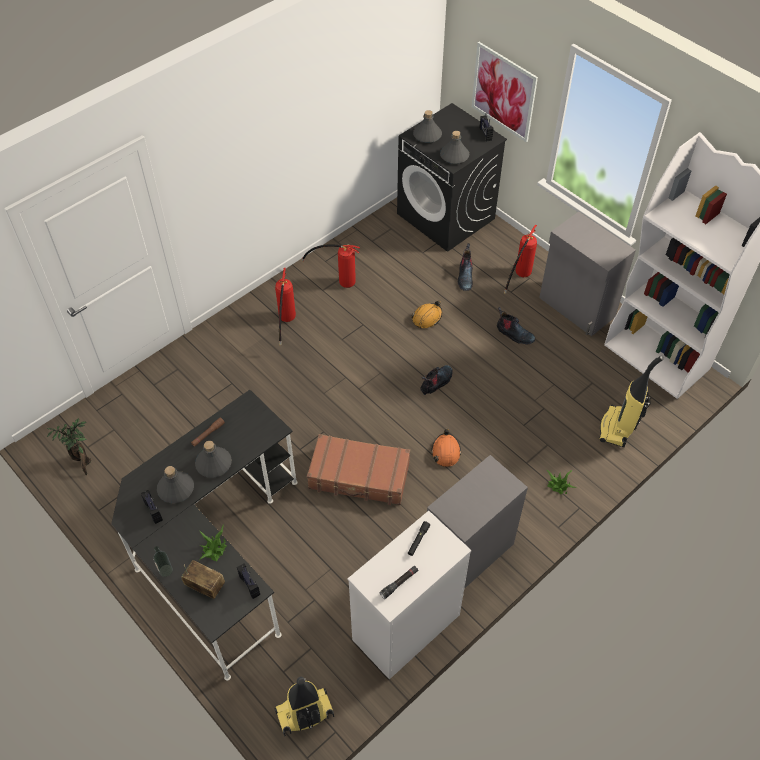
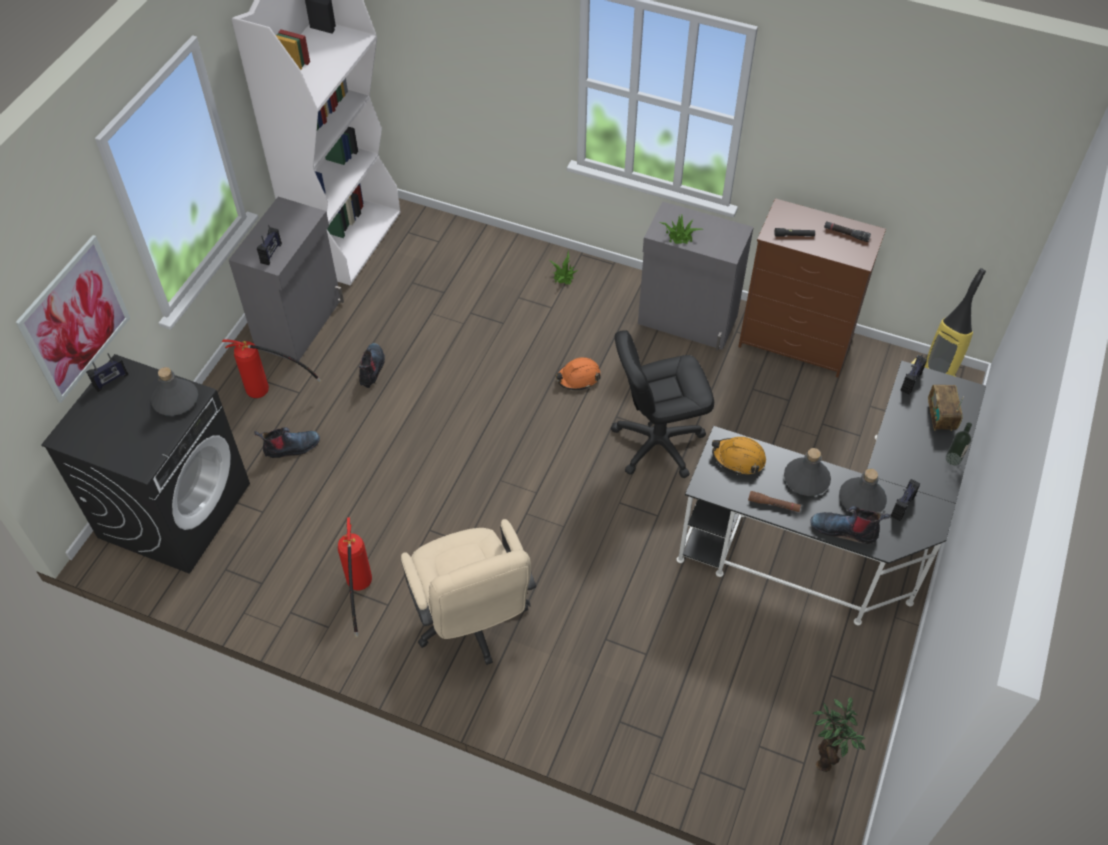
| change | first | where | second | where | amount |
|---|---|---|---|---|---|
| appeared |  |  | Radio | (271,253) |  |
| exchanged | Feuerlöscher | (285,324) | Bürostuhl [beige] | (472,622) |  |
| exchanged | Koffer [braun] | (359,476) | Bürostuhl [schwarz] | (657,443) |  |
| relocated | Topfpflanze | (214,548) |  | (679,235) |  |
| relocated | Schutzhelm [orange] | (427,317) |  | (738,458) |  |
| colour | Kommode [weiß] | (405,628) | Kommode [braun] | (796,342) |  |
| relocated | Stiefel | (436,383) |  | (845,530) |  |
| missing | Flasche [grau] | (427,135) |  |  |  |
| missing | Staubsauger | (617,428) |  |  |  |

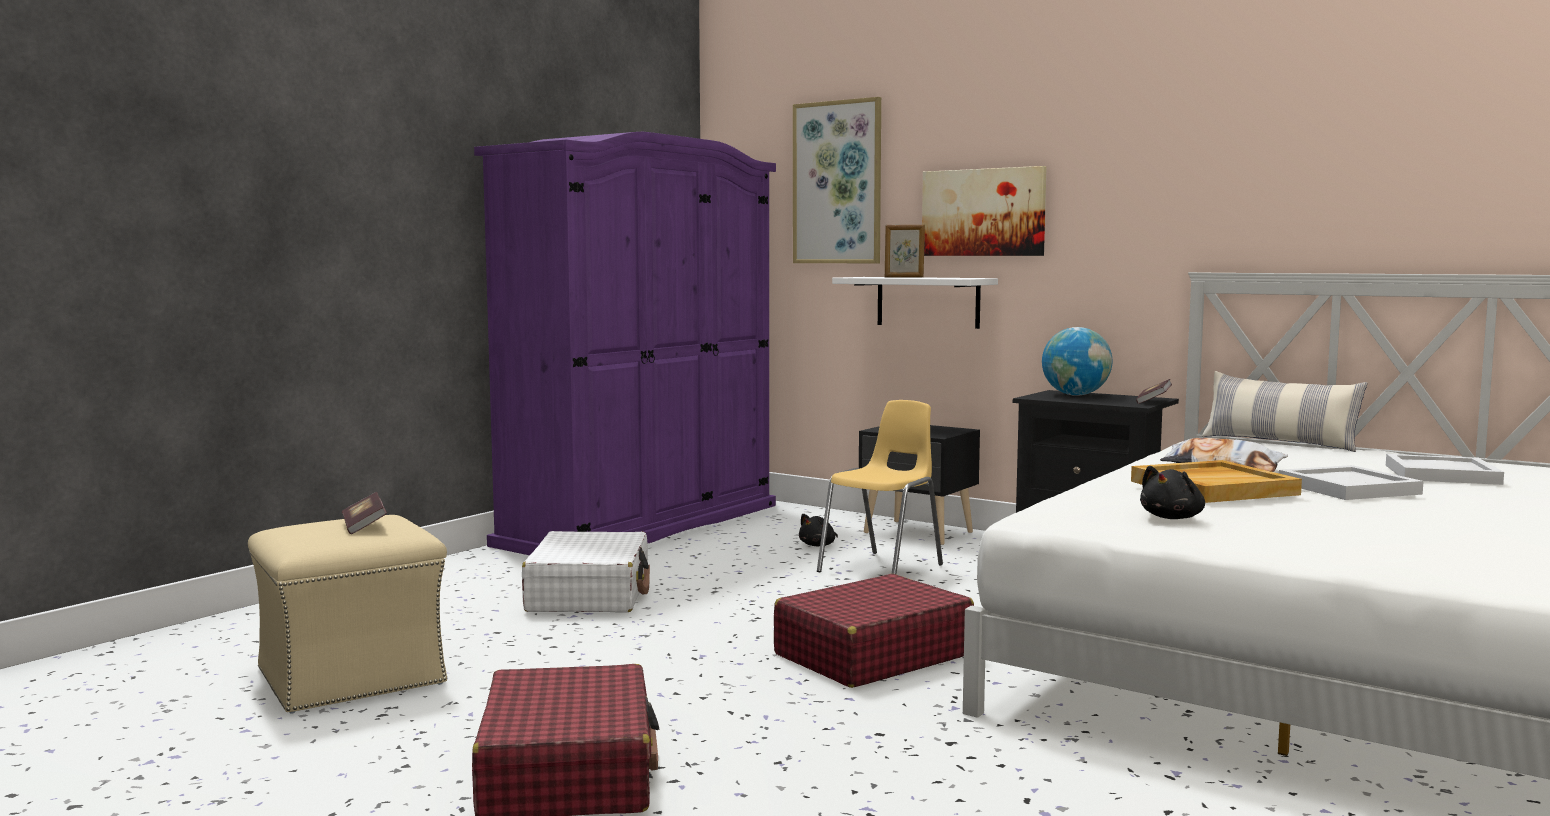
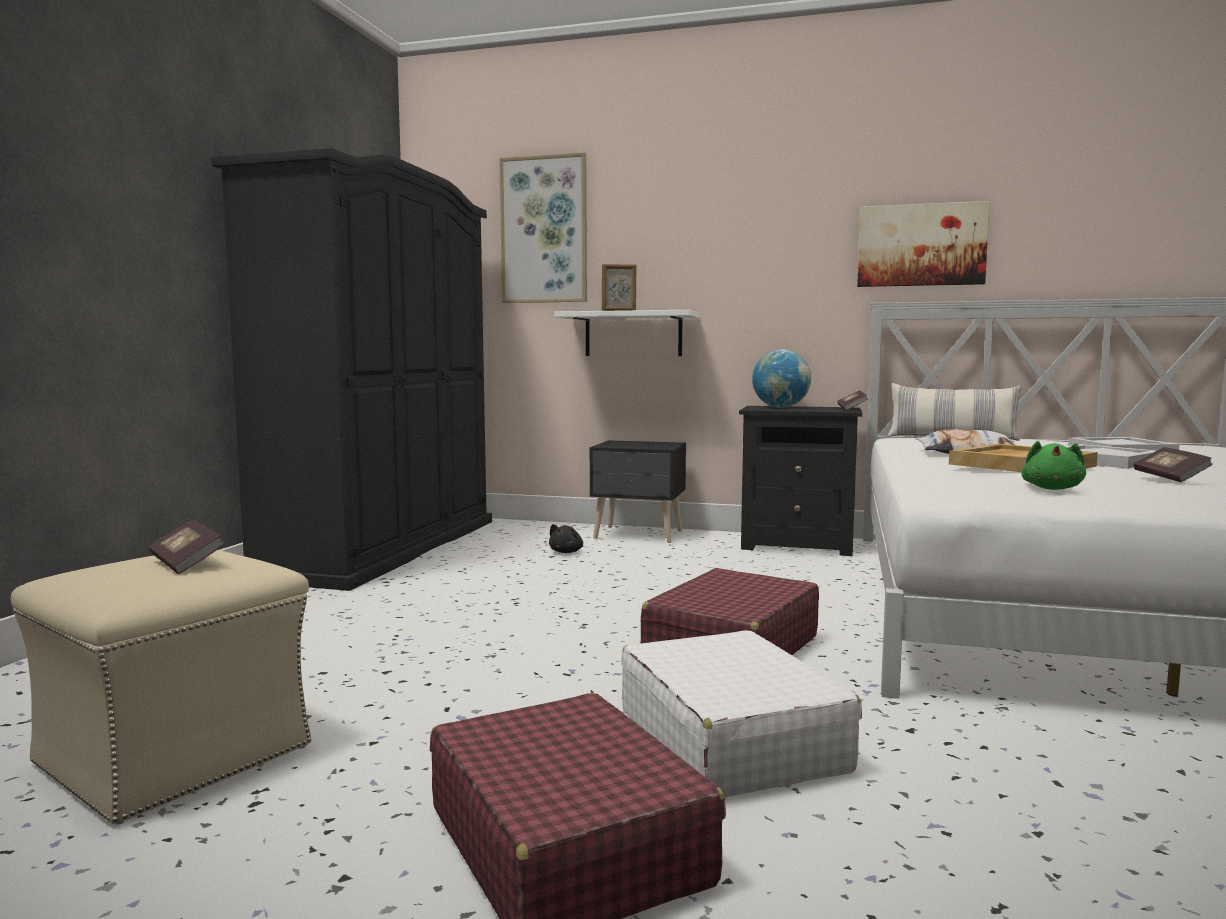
| change | first | where | second | where | amount |
|---|---|---|---|---|---|
| colour | Kleiderschrank [lila] | (641,524) | Kleiderschrank [schwarz] | (382,547) |  |
| relocated | Koffer [weiß] | (589,594) |  | (730,740) |  |
| relocated | Bild | (983,212) |  | (921,245) |  |
| colour | Plüschtier [schwarz] | (1173,518) | Plüschtier [grün] | (1052,489) |  |
| appeared |  |  | Buch | (1170,477) |  |
| missing | Stuhl [gelb] | (883,568) |  |  |  |

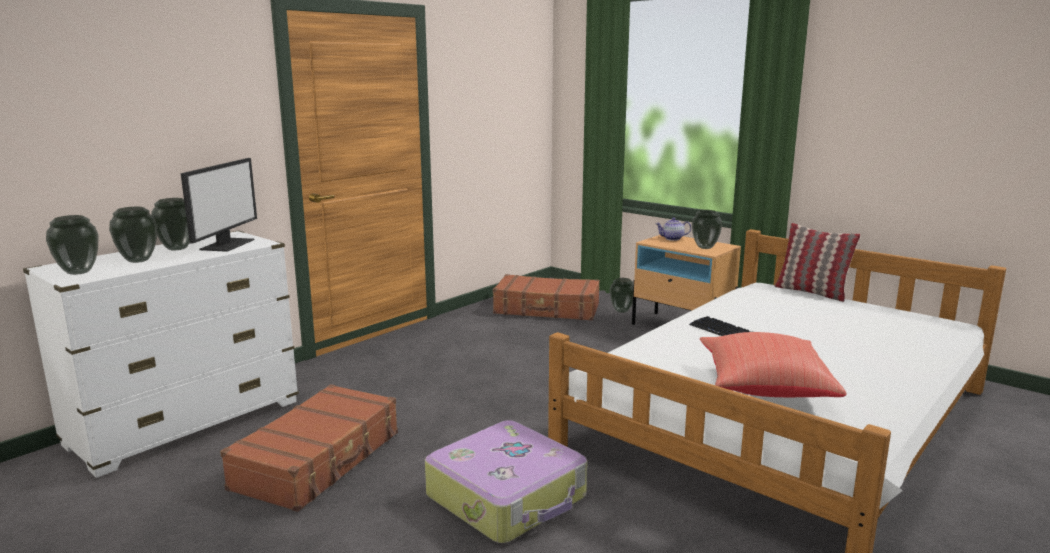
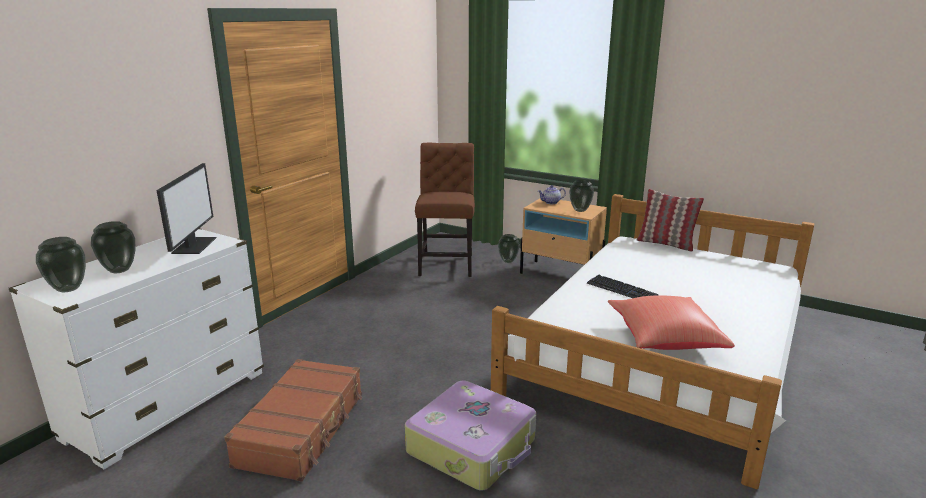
| change | first | where | second | where | amount |
|---|---|---|---|---|---|
| exchanged | Koffer [braun] | (547,309) | Stuhl [braun] | (447,264) |  |
| missing | Vase | (176,248) |  |  |  |

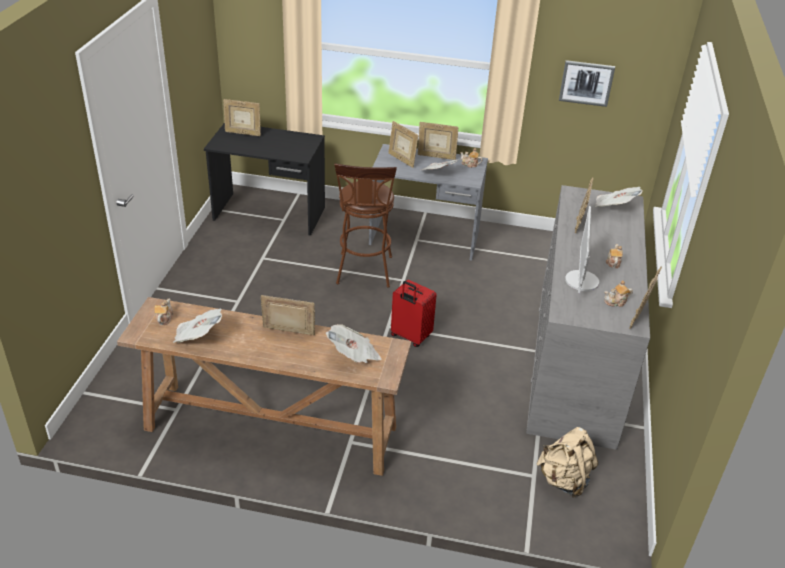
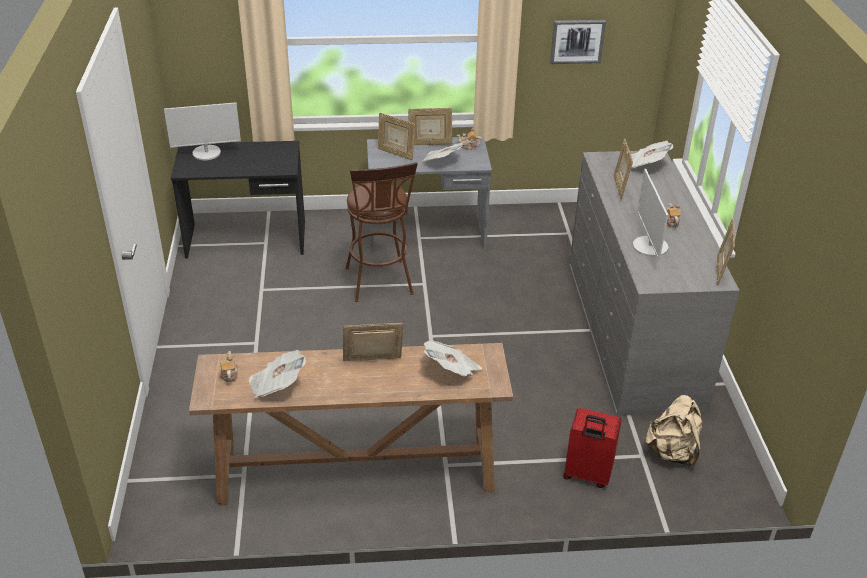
| change | first | where | second | where | amount |
|---|---|---|---|---|---|
| exchanged | Bilderrahmen | (243,133) | Monitor | (206,153) |  |
| relocated | Koffer [rot] | (410,337) |  | (587,475) |  |
| missing | Teekanne | (616,302) |  |  |  |

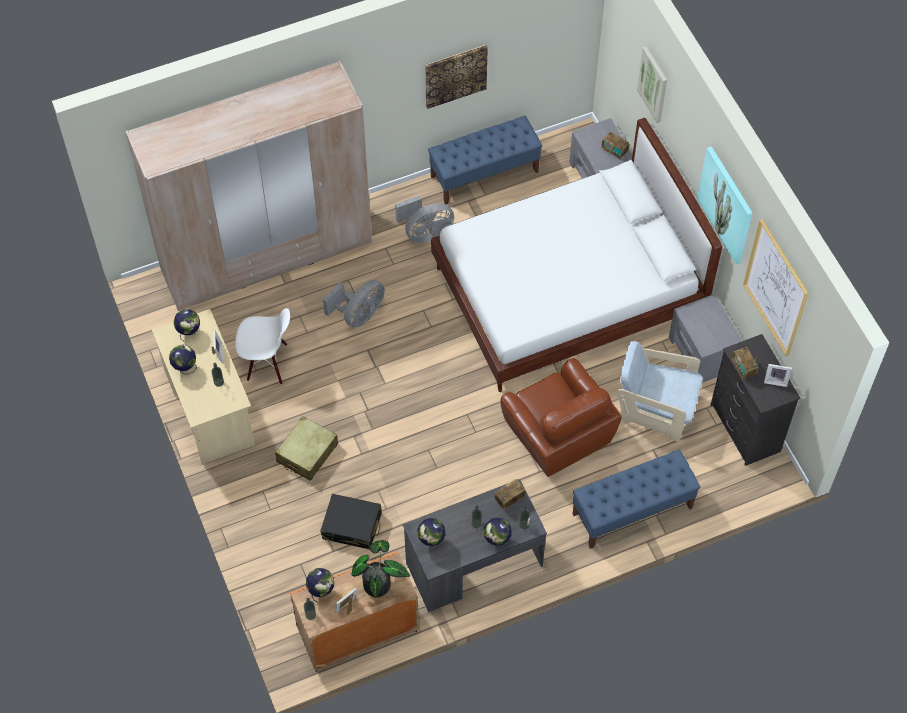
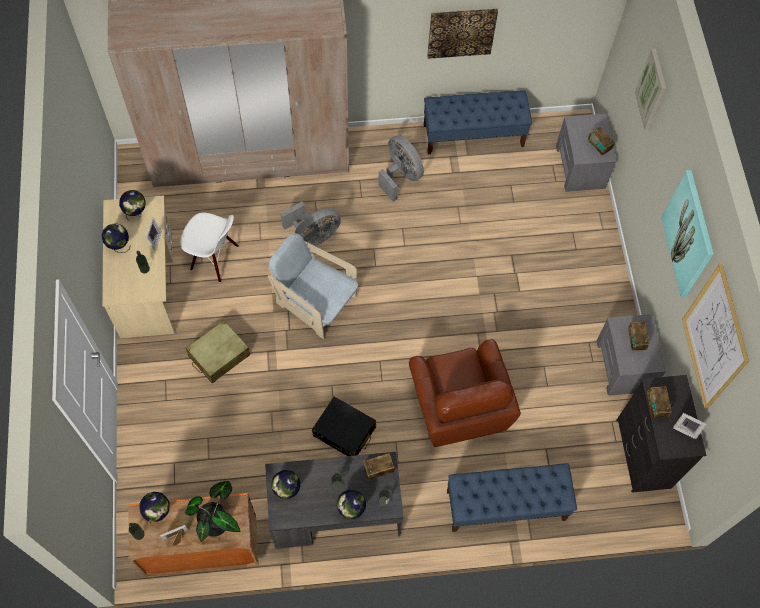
| change | first | where | second | where | amount |
|---|---|---|---|---|---|
| relocated | Sessel [beige] | (655,409) |  | (315,302) |  |
| relocated | Koffer [schwarz] | (352,526) |  | (344,431) |  |
| spun | Ventilator [grau] | (425,233) |  | (400,176) | 120 degrees counterclockwise |
| appeared |  |  | Radio | (636,340) |  |
| missing | Bett [weiß] | (568,292) |  |  |  |

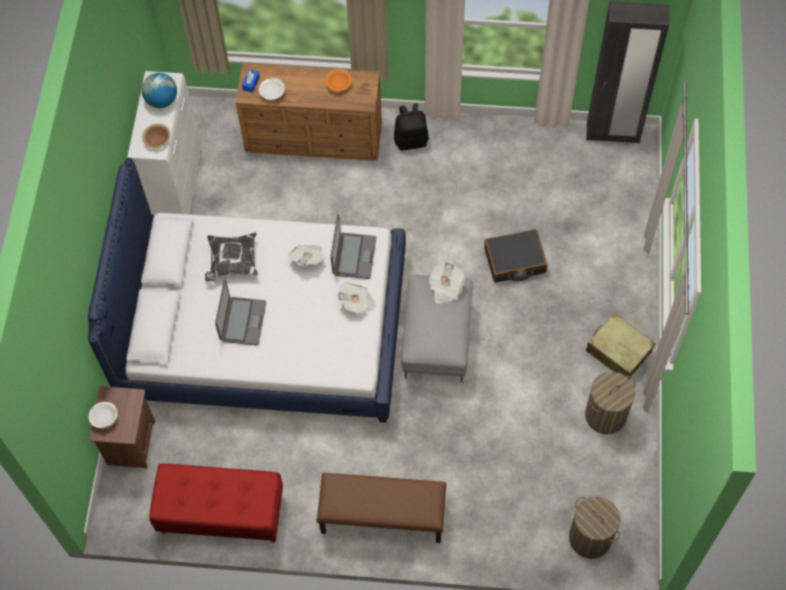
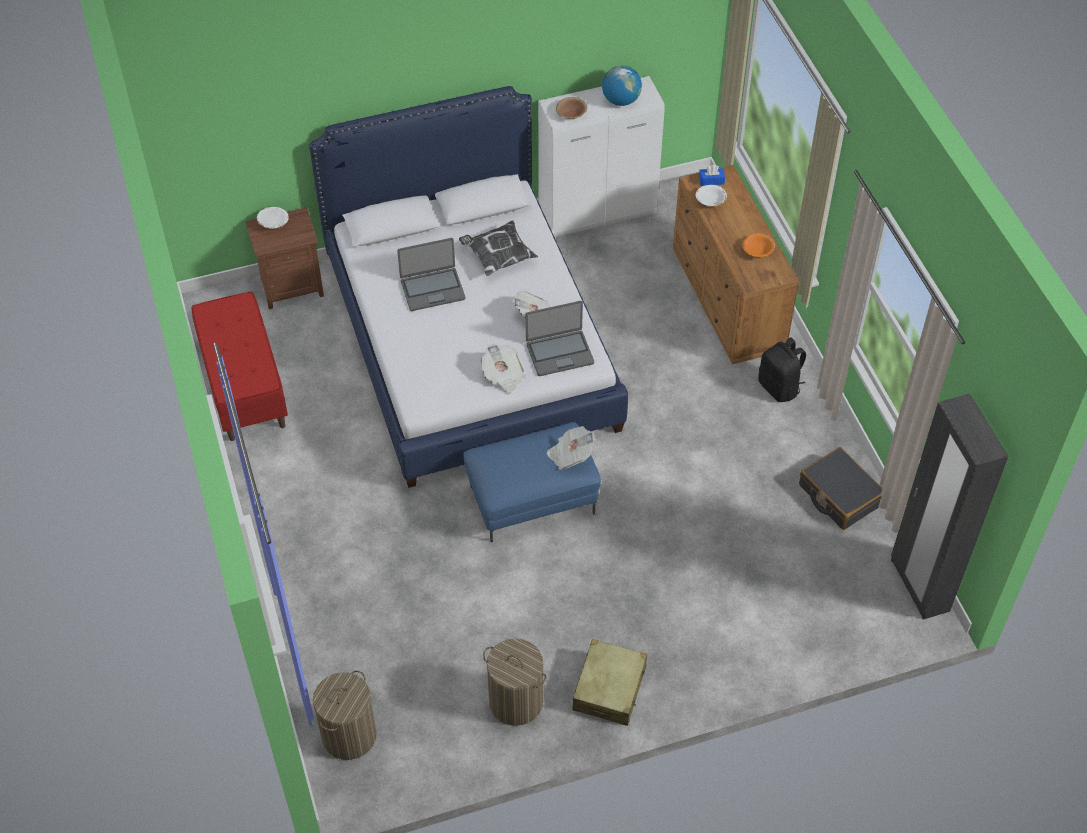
| change | first | where | second | where | amount |
|---|---|---|---|---|---|
| colour | Polsterhocker [grau] | (436,340) | Polsterhocker [blau] | (532,499) |  |
| relocated | Koffer [schwarz] | (514,261) |  | (839,495) |  |
| missing | Bank [braun] | (382,517) |  |  |  |

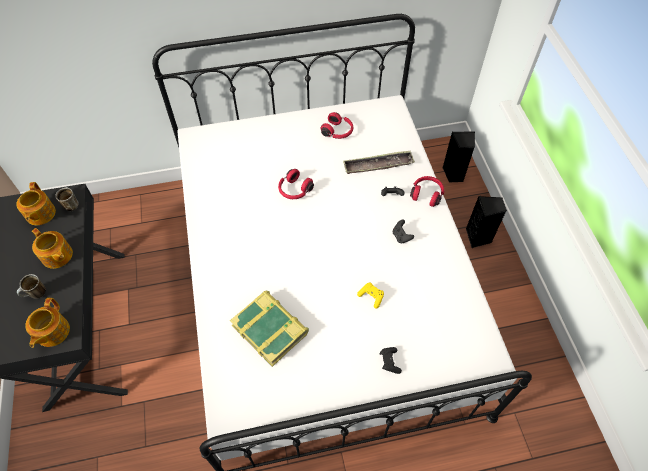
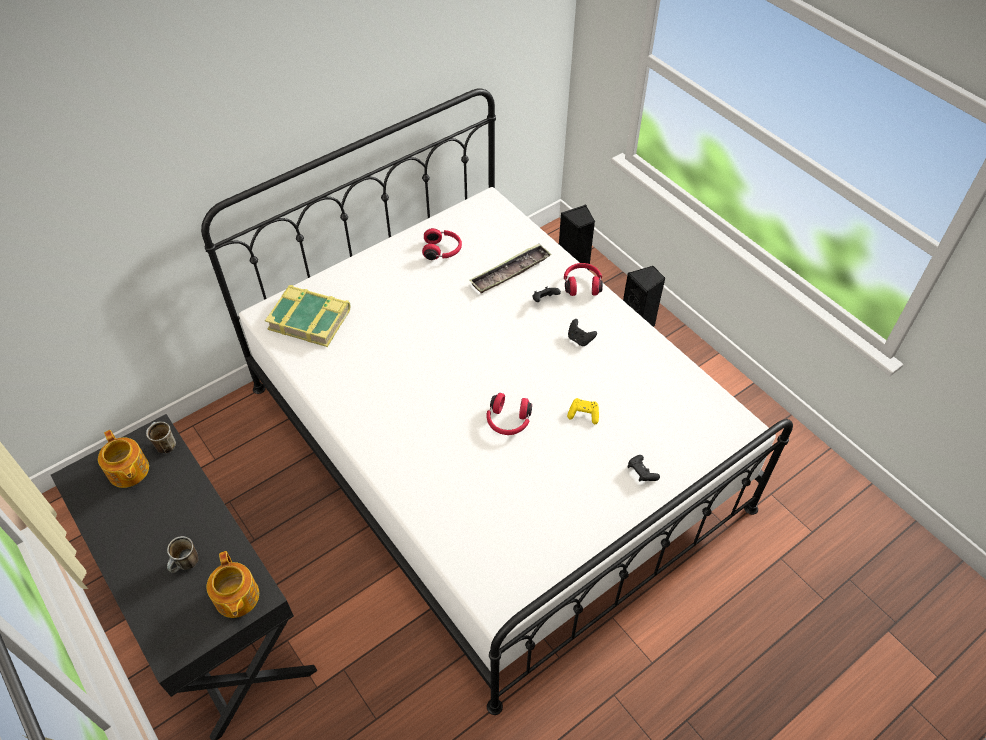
| change | first | where | second | where | amount |
|---|---|---|---|---|---|
| relocated | Buch | (270,329) |  | (310,319) |  |
| relocated | Kopfhörer [rot] | (294,190) |  | (508,421) |  |
| missing | Teekanne | (57,256) |  |  |  |

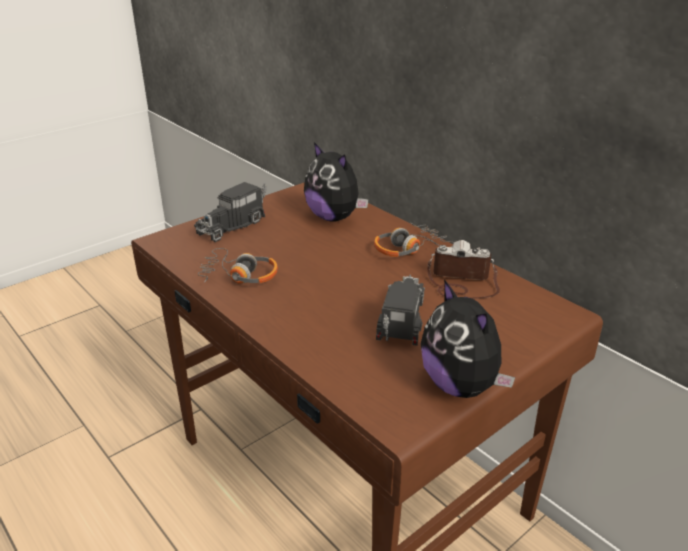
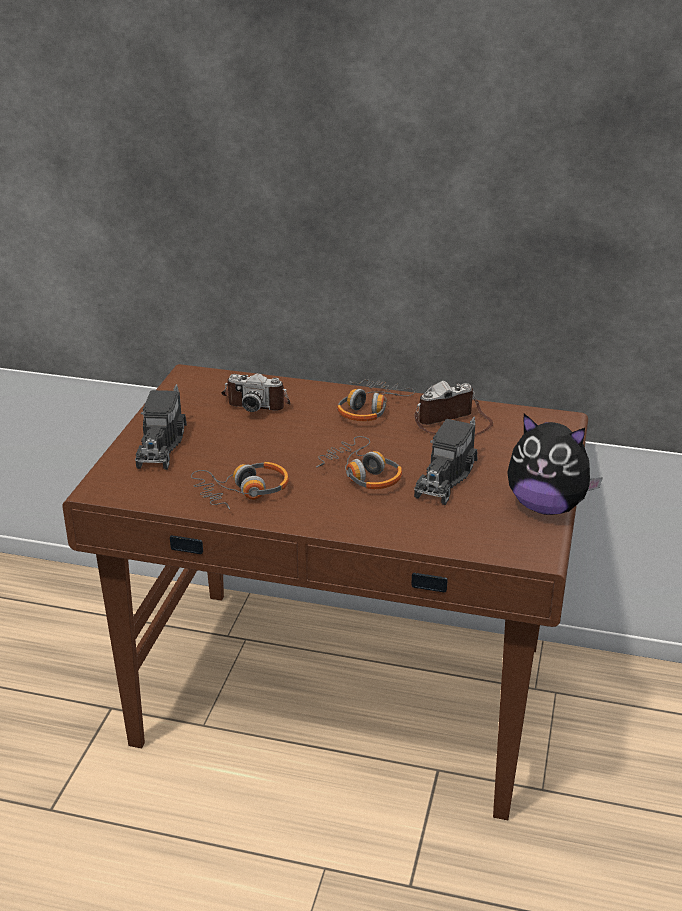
| change | first | where | second | where | amount |
|---|---|---|---|---|---|
| exchanged | Plüschtier | (334,217) | Kamera | (257,401) |  |
| appeared |  |  | Kopfhörer | (362,474) |  |
| spun | Spielzeuglaster | (402,323) |  | (445,477) | 135 degrees counterclockwise |

